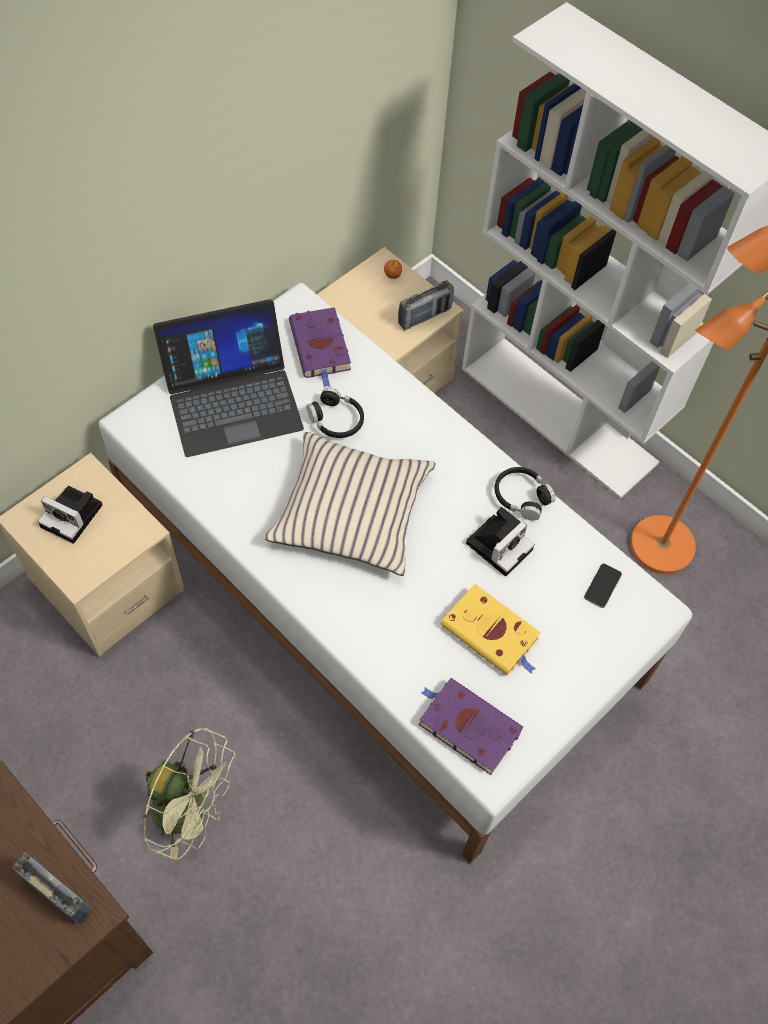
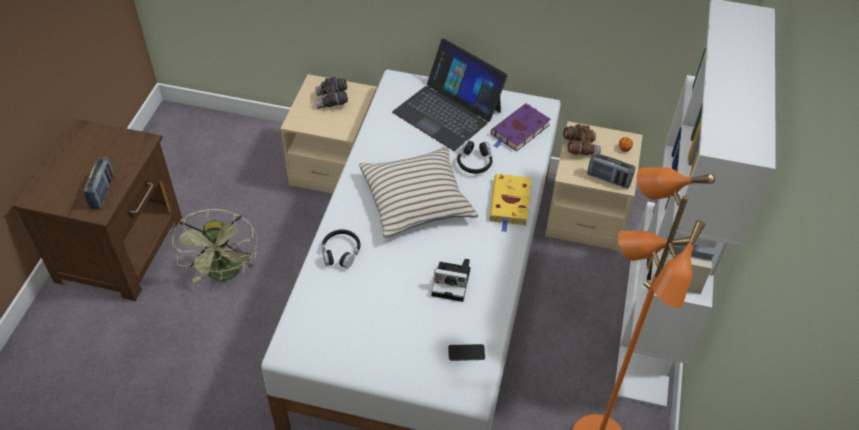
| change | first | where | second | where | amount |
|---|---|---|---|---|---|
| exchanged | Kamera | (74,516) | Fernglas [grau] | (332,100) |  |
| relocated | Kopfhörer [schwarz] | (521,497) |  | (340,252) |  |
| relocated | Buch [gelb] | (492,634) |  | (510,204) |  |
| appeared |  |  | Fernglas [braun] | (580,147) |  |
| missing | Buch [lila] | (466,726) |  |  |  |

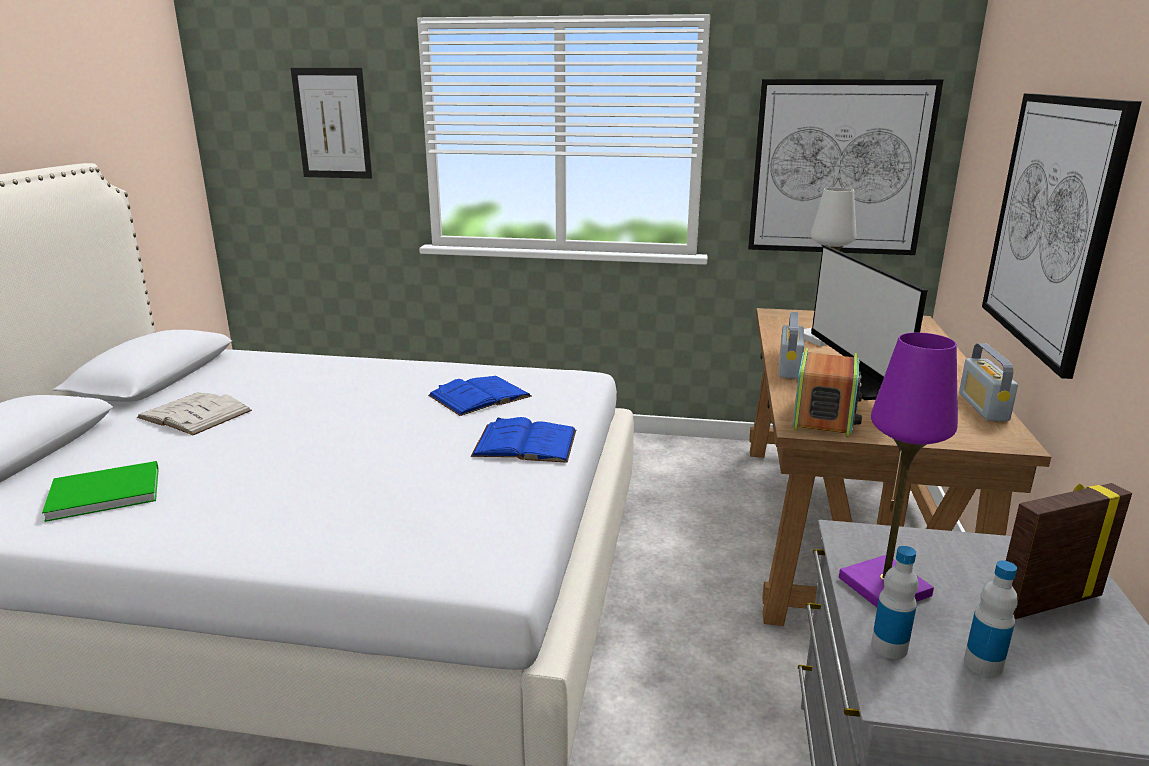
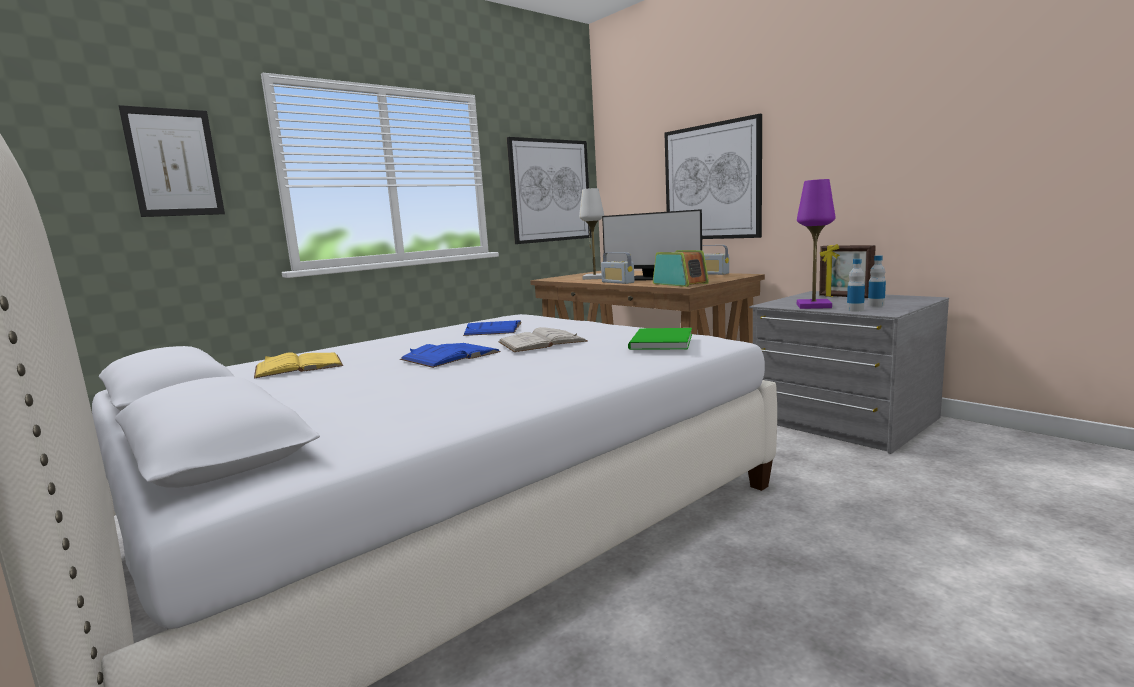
| change | first | where | second | where | amount |
|---|---|---|---|---|---|
| appeared |  |  | Buch [gelb] | (298,366) |  |
| relocated | Buch [blau] | (525,443) |  | (450,356) |  |
| relocated | Buch [weiß] | (195,414) |  | (542,342) |  |
| relocated | Buch [grün] | (101,493) |  | (659,342) |  |
| spun | Bilderrahmen | (1046,601) |  | (845,297) | 60 degrees counterclockwise |

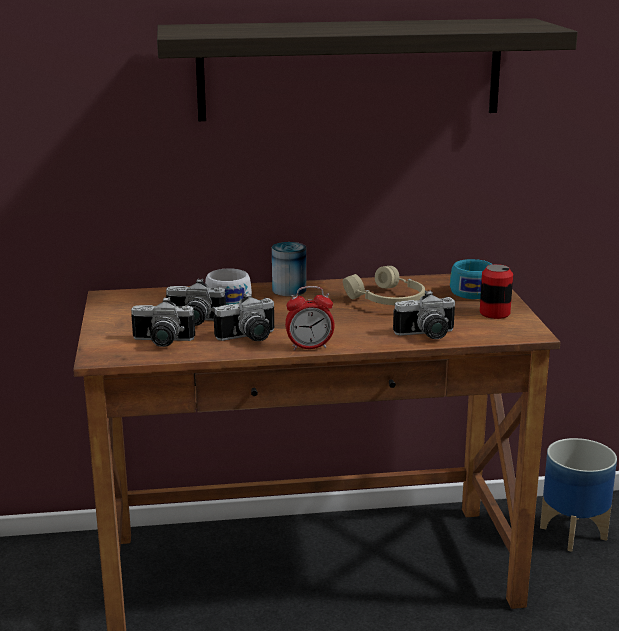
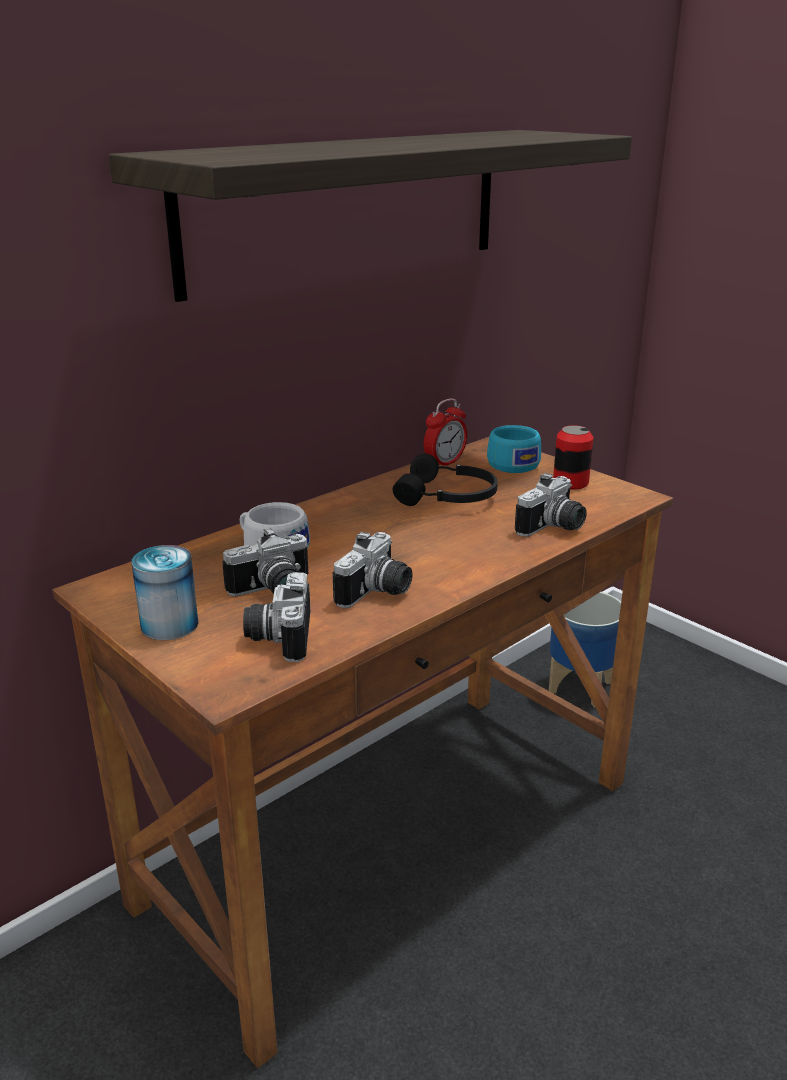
| change | first | where | second | where | amount |
|---|---|---|---|---|---|
| relocated | Dose | (289,290) |  | (169,625) |  |
| spun | Kamera | (161,342) |  | (278,636) | 120 degrees clockwise |
| colour | Kopfhörer [beige] | (387,300) | Kopfhörer [schwarz] | (447,497) |  |
| relocated | Wecker | (309,347) |  | (444,463) |  |

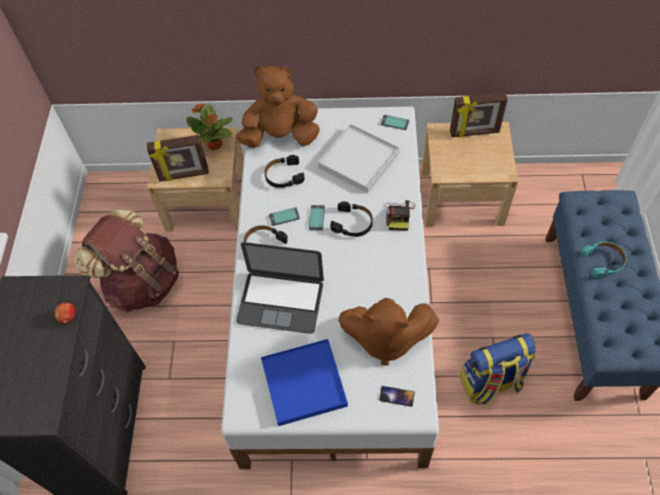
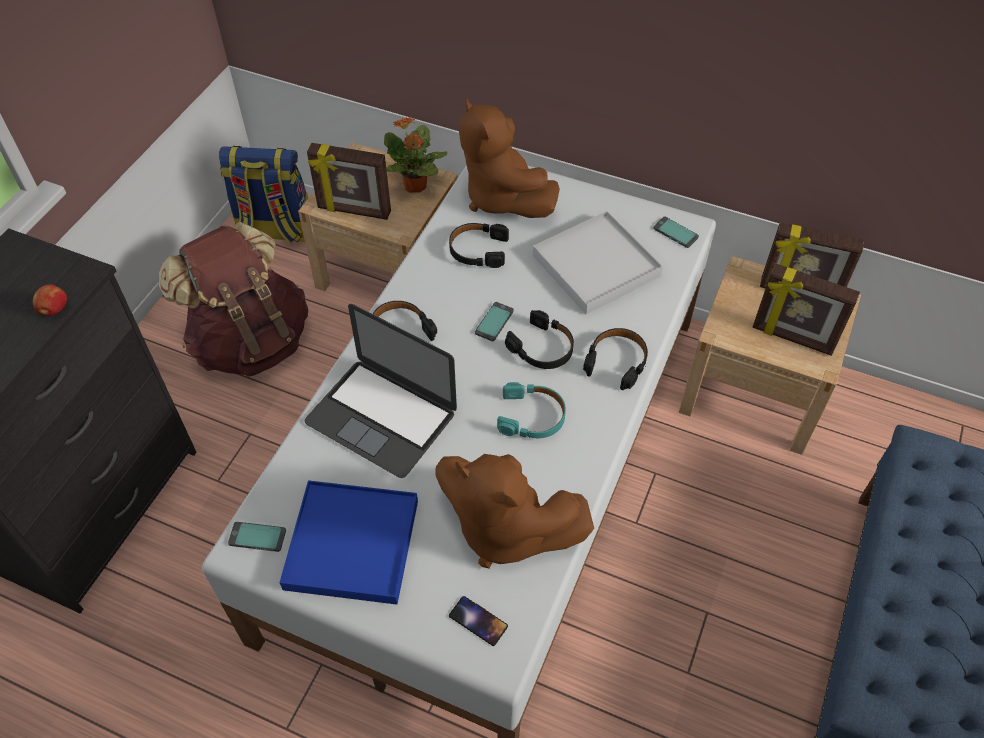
| change | first | where | second | where | amount |
|---|---|---|---|---|---|
| relocated | Rucksack | (490,383) |  | (274,230) |  |
| relocated | Handy | (284,217) |  | (257,537) |  |
| spun | Plüschtier [braun] | (281,136) |  | (502,197) | 135 degrees counterclockwise |
| relocated | Kopfhörer [türkis] | (603,261) |  | (532,417) |  |
| exchanged | Kamera | (399,215) | Kopfhörer [schwarz] | (616,362) |  |
| appeared |  |  | Bilderrahmen | (792,338) |  |

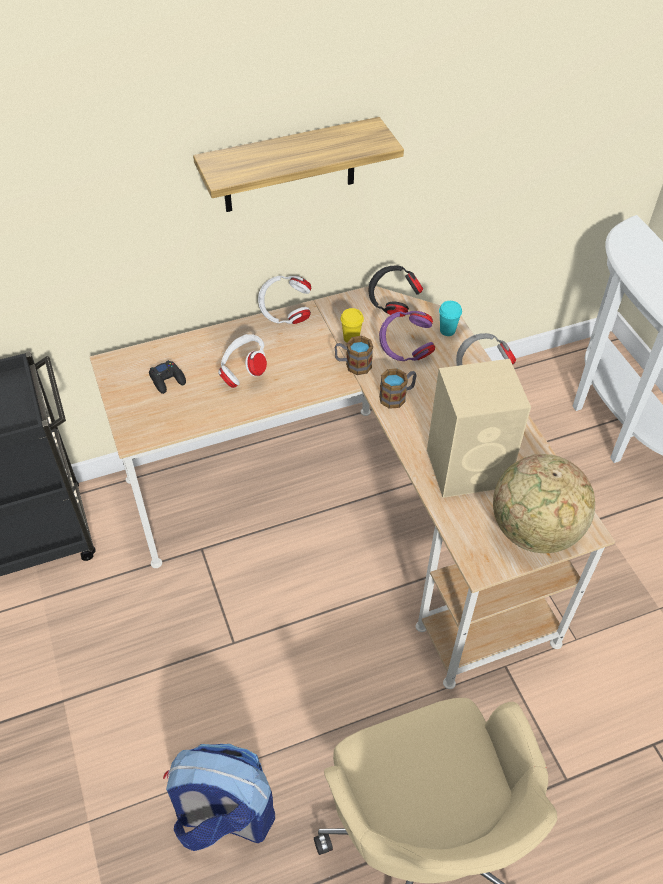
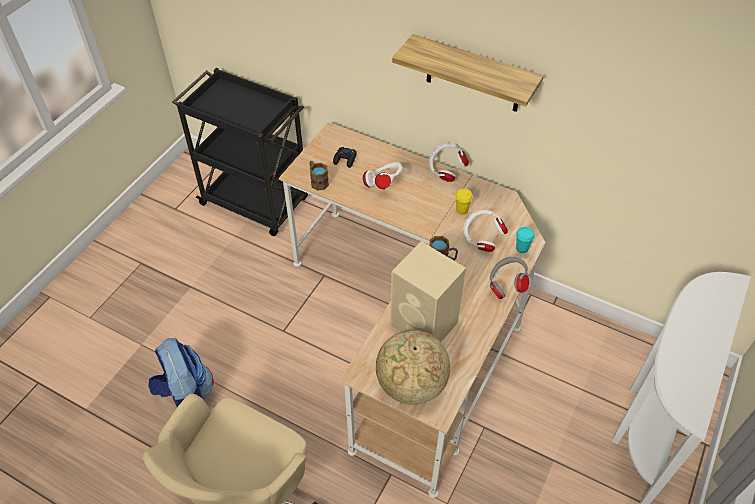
| change | first | where | second | where | amount |
|---|---|---|---|---|---|
| relocated | Henkelbecher | (353,365) |  | (317,181) |  |
| colour | Kopfhörer [lila] | (405,350) | Kopfhörer [weiß] | (482,239) |  |
| missing | Kopfhörer [schwarz] | (392,303) |  |  |  |

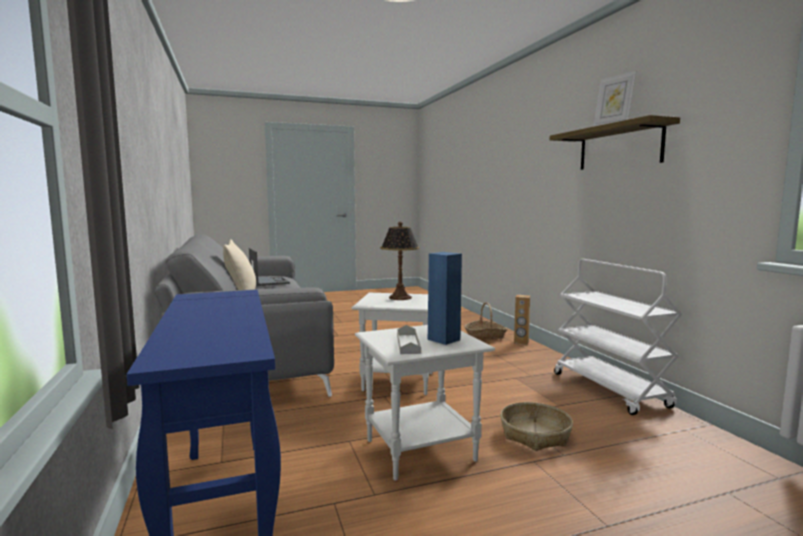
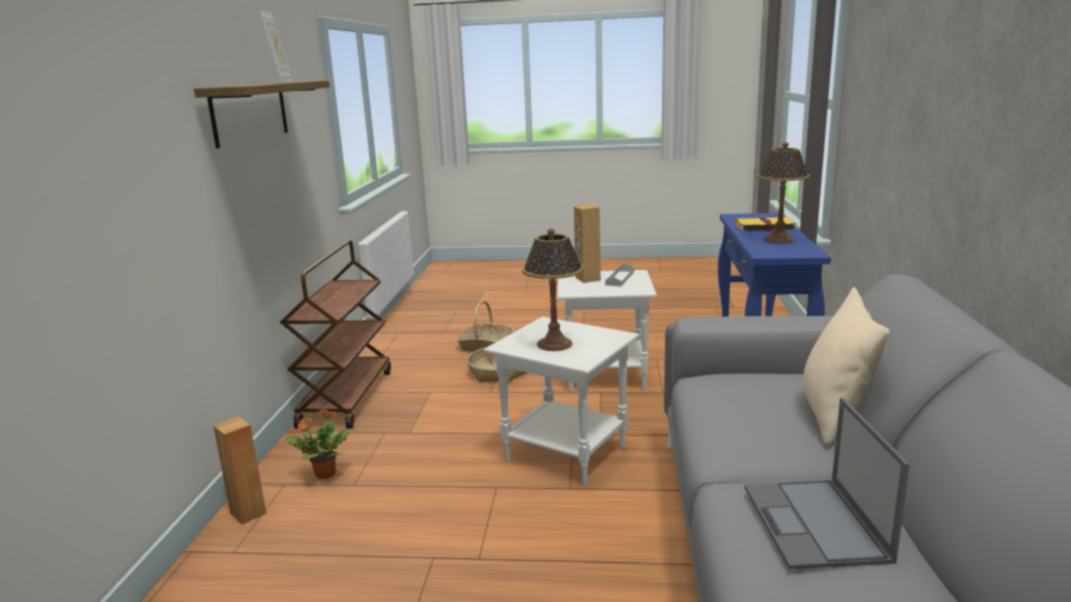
| change | first | where | second | where | amount |
|---|---|---|---|---|---|
| colour | Rollwagen [weiß] | (610,390) | Rollwagen [braun] | (346,398) |  |
| appeared |  |  | Topfpflanze | (324,474) |  |
| relocated | Korb | (485,336) |  | (486,347) |  |
| colour | Lautsprecher [blau] | (444,339) | Lautsprecher [braun] | (587,279) |  |
| appeared |  |  | Buch [gelb] | (763,226) |  |
| appeared |  |  | Tischlampe | (778,240) |  |

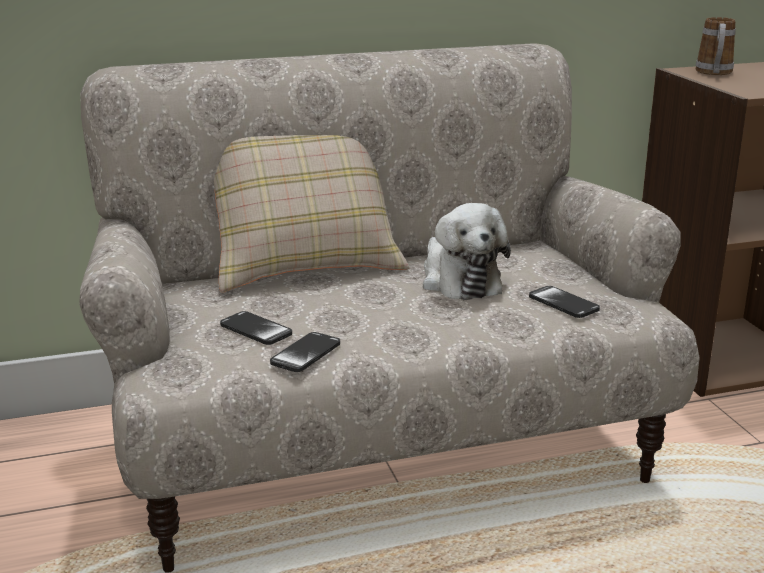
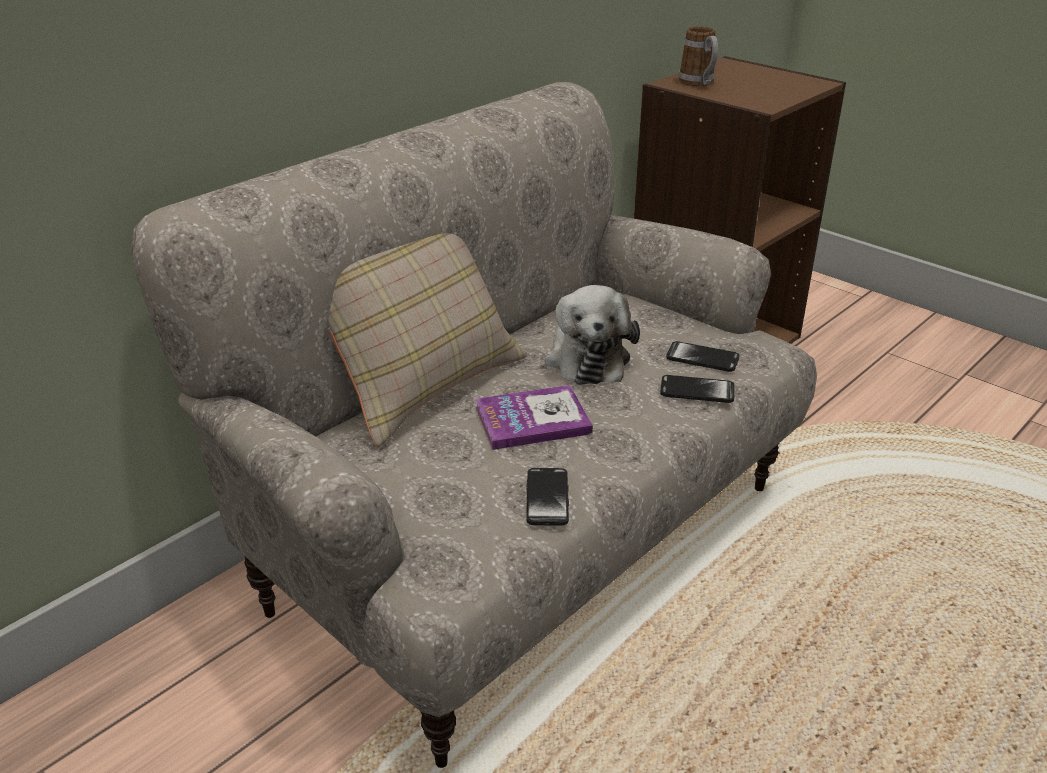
| change | first | where | second | where | amount |
|---|---|---|---|---|---|
| appeared |  |  | Buch | (532,420) |  |
| spun | Plüschtier | (459,280) |  | (587,357) | 45 degrees clockwise |
| relocated | Handy | (256,330) |  | (697,391) |  |

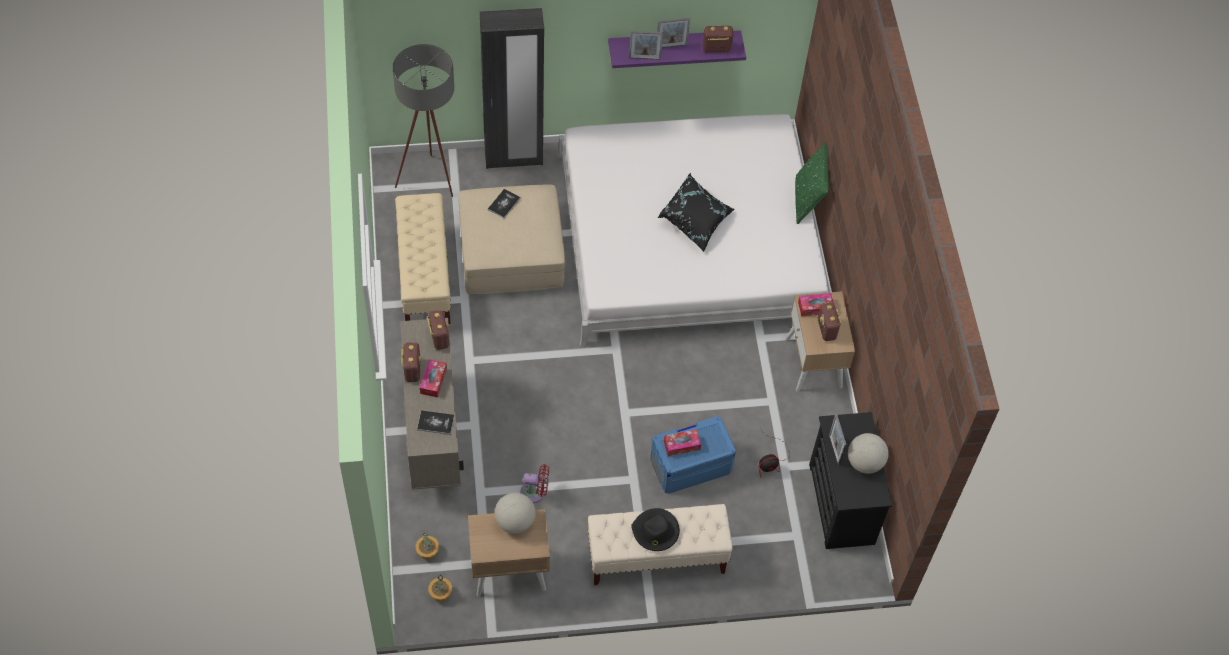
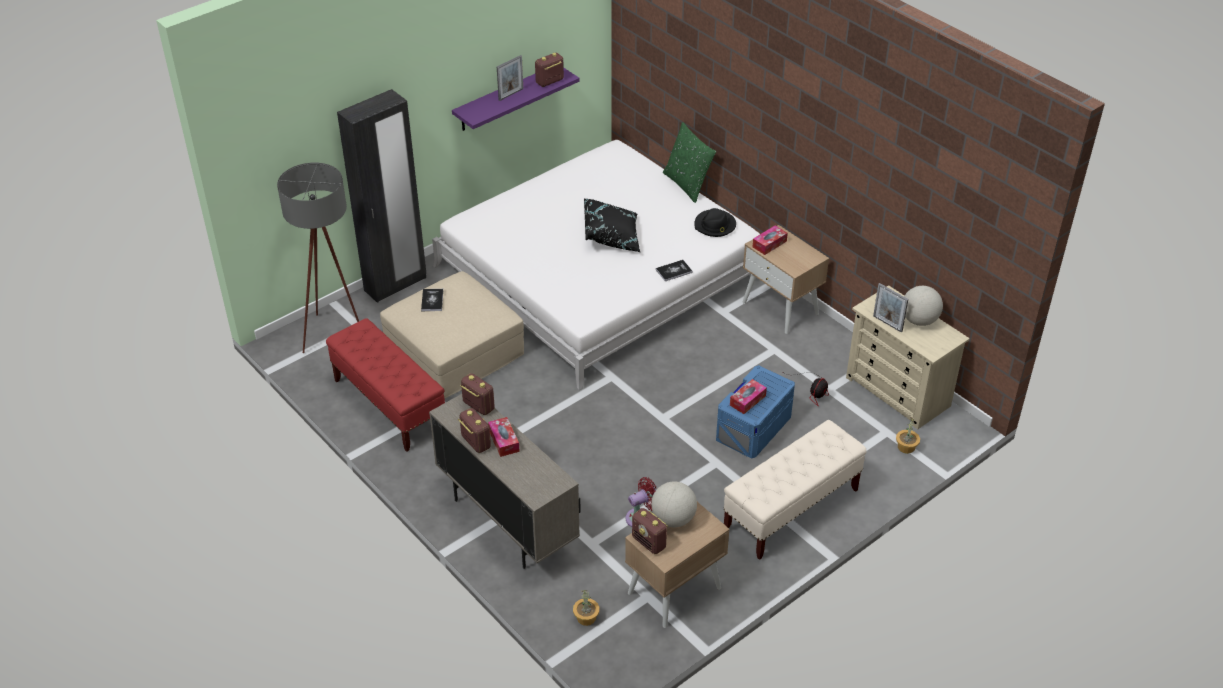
| change | first | where | second | where | amount |
|---|---|---|---|---|---|
| colour | Bank [beige] | (424,275) | Bank [rot] | (389,405) |  |
| relocated | Radio | (826,330) |  | (649,542) |  |
| relocated | Buch | (435,423) |  | (674,271) |  |
| relocated | Hut [schwarz] | (655,531) |  | (715,225) |  |
| colour | Kommode [schwarz] | (841,504) | Kommode [beige] | (898,392) |  |
| relocated | Topfpflanze | (440,593) |  | (905,447) |  |
| missing | Bilderrahmen | (644,58) |  |  |  |

